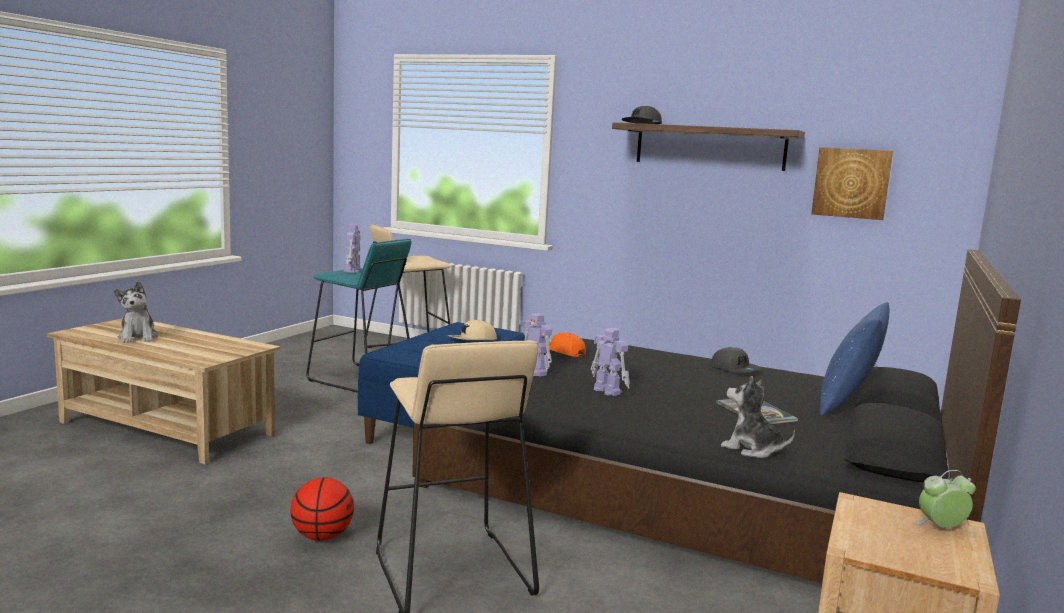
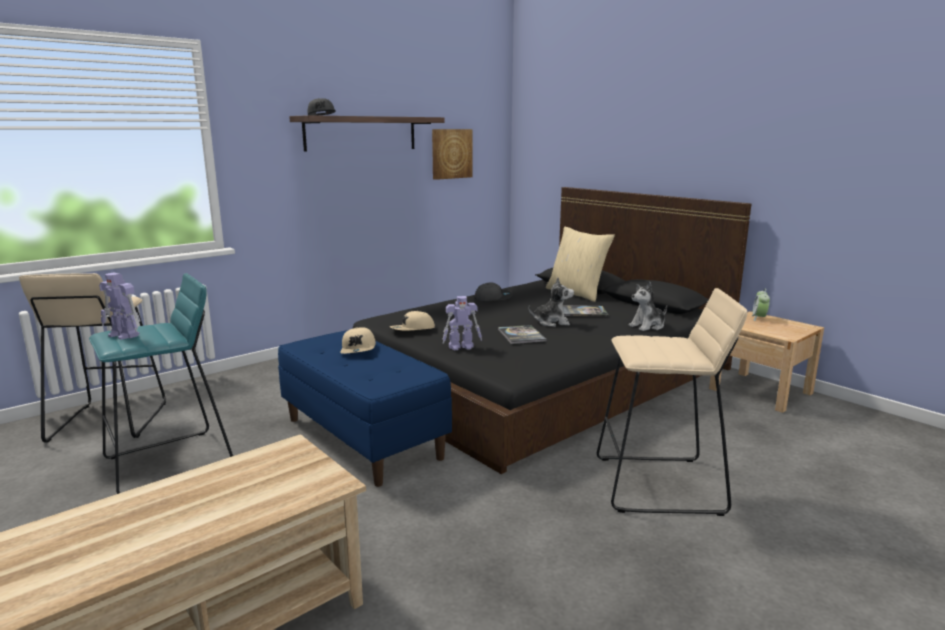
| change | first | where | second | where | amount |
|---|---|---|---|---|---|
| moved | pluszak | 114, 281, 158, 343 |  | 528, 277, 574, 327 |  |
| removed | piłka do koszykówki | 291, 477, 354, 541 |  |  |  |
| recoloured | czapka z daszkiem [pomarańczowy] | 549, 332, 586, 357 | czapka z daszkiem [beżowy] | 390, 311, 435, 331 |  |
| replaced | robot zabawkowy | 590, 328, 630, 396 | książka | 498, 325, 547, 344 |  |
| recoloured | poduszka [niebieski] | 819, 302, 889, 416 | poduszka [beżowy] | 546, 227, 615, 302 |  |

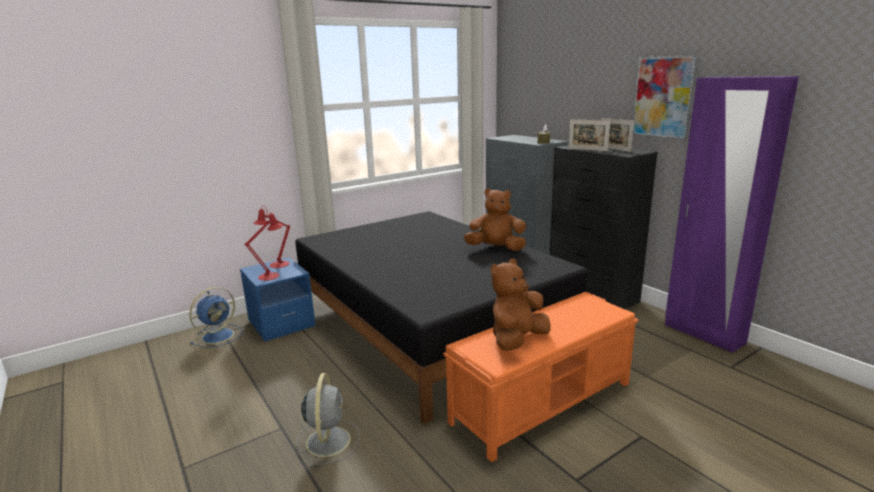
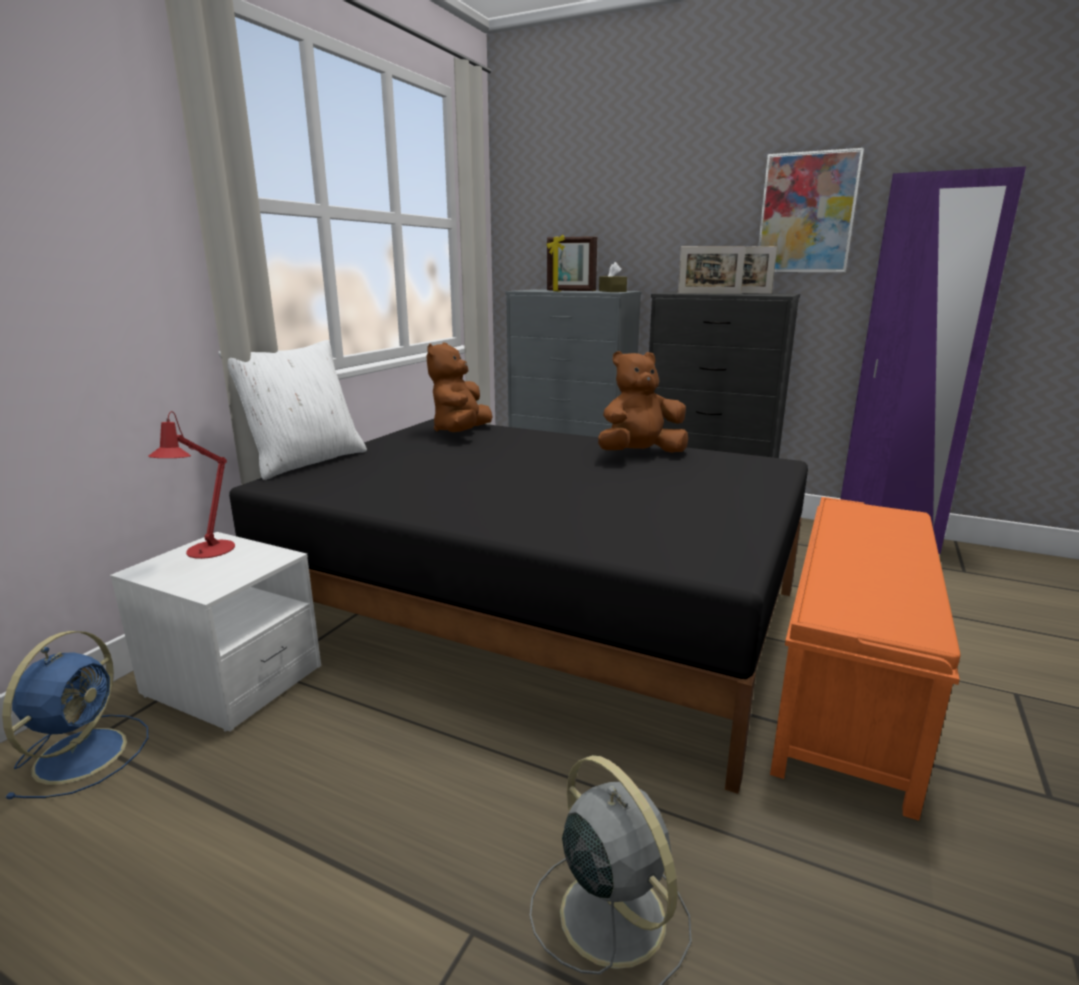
| change | first | where | second | where | amount |
|---|---|---|---|---|---|
| recoloured | szafka nocna [niebieski] | 240, 257, 316, 342 | szafka nocna [biały] | 110, 532, 321, 732 |  |
| removed | lampa stołowa [czerwony] | 245, 211, 283, 281 |  |  |  |
| moved | pluszak [brązowy] | 491, 259, 551, 351 |  | 427, 343, 493, 432 |  |
| added |  |  | poduszka [biały] | 218, 340, 367, 480 |  |
| added |  |  | ramka na zdjęcie | 547, 235, 597, 291 |  |

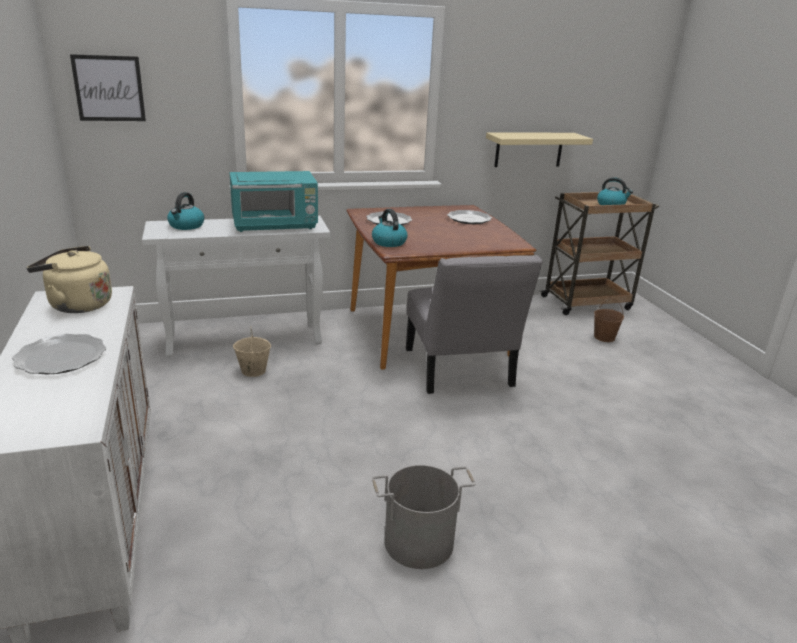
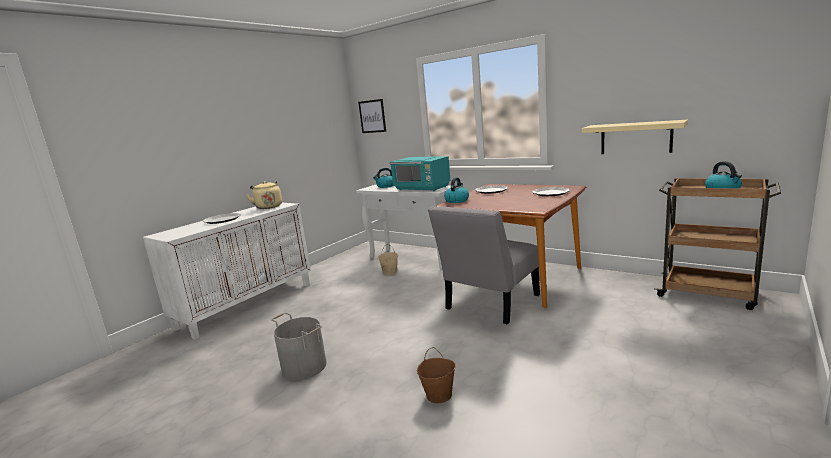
| change | first | where | second | where | amount |
|---|---|---|---|---|---|
| moved | wiadro [brązowy] | 594, 298, 624, 342 |  | 417, 347, 456, 403 |  |

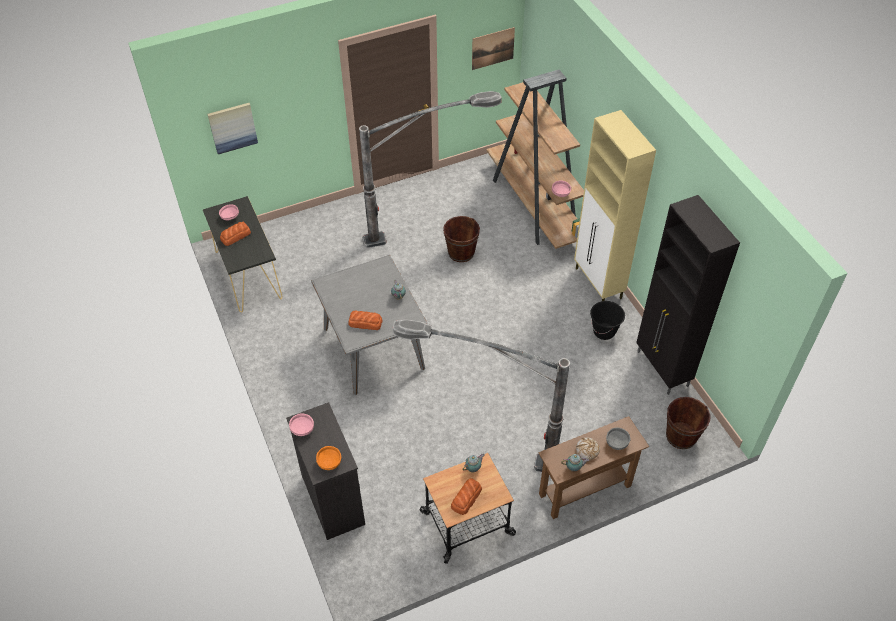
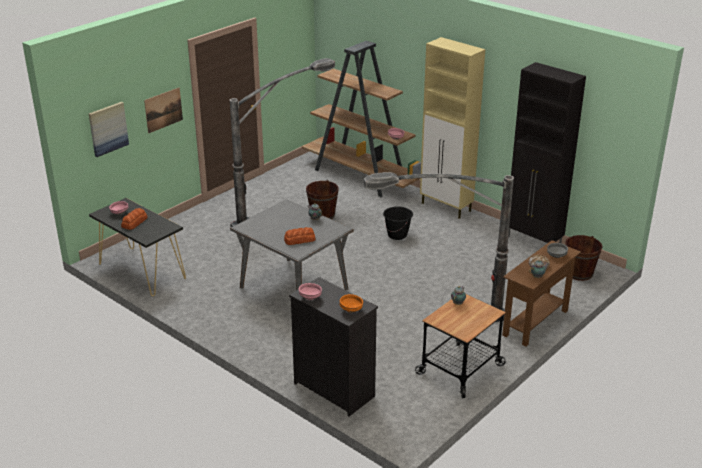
| change | first | where | second | where | amount |
|---|---|---|---|---|---|
| removed | chleb | 451, 478, 482, 515 |  |  |  |
| moved | obraz | 472, 27, 515, 70 |  | 144, 87, 183, 133 |  |
| moved | wiadro [czarny] | 590, 301, 625, 340 |  | 383, 206, 413, 240 |  |

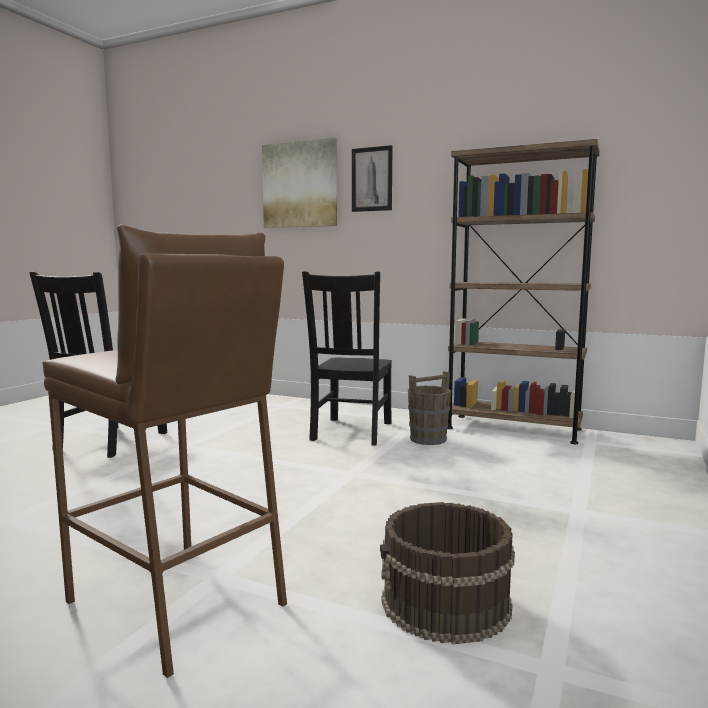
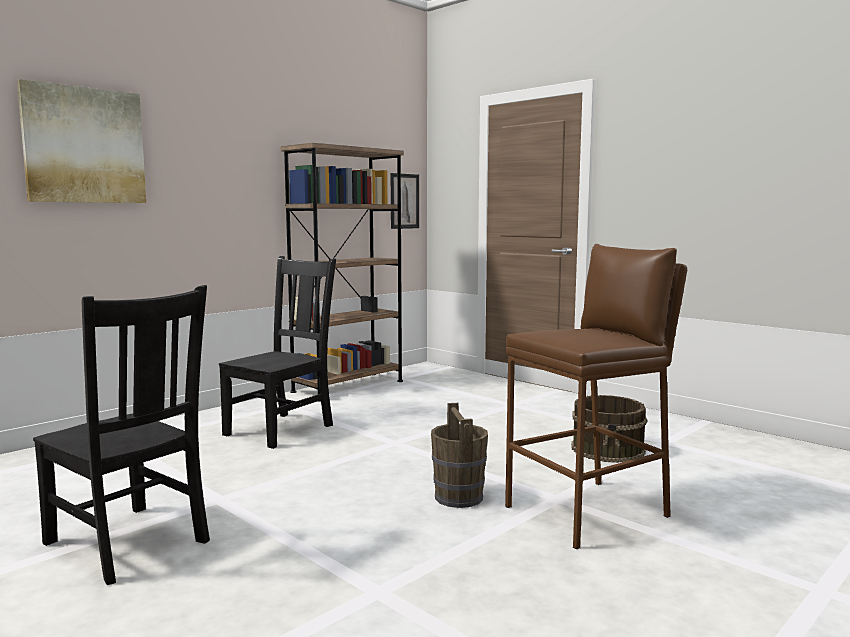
| change | first | where | second | where | amount |
|---|---|---|---|---|---|
| turned | krzesło [czarny] | 302, 271, 392, 446 |  | 219, 256, 336, 449 | 90 degrees counterclockwise |
| moved | obraz | 352, 145, 393, 212 |  | 391, 173, 419, 229 |  |
| moved | wiadro [brązowy] | 408, 371, 451, 445 |  | 431, 403, 488, 508 |  |

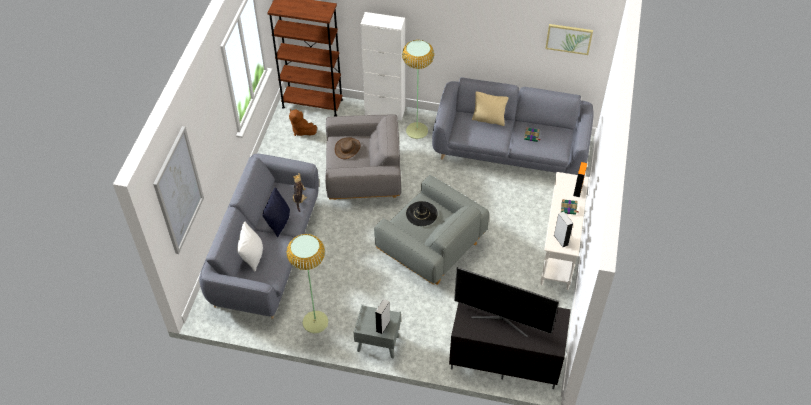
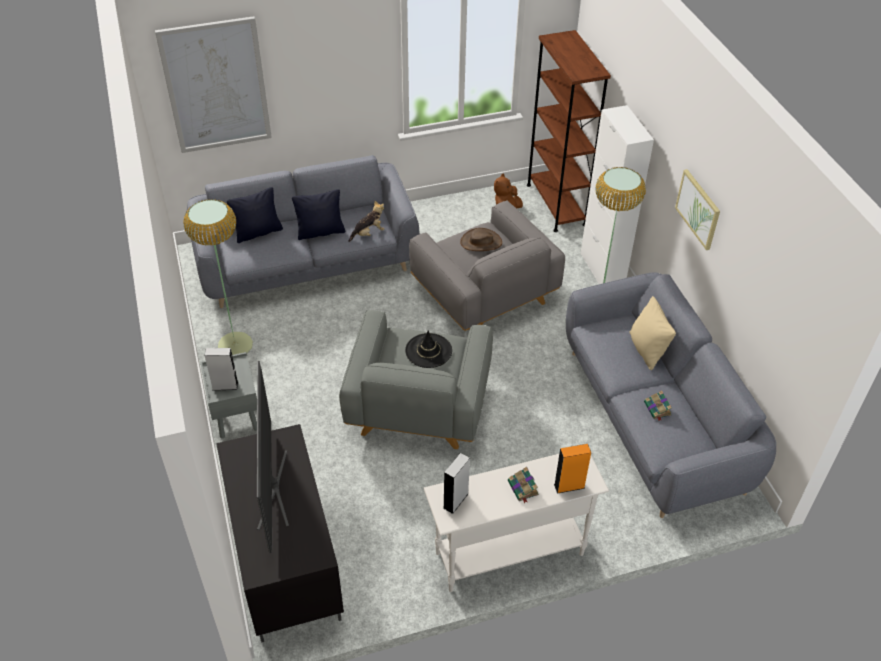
| change | first | where | second | where | amount |
|---|---|---|---|---|---|
| recoloured | poduszka [biały] | 237, 221, 263, 271 | poduszka [czarny] | 227, 187, 283, 243 |  |
| moved | obraz | 545, 24, 593, 55 |  | 675, 169, 720, 250 |  |

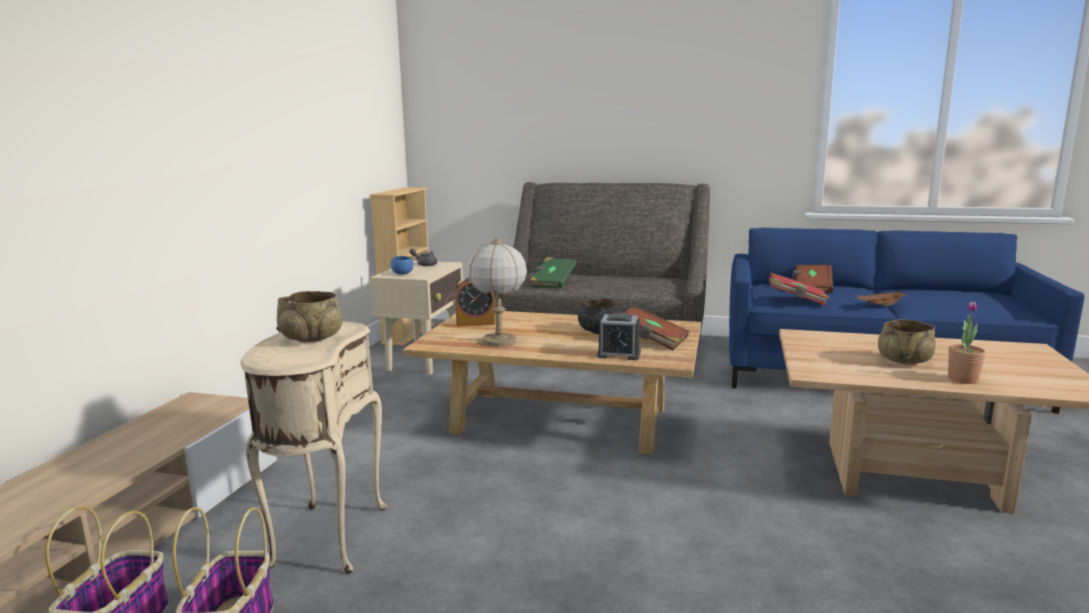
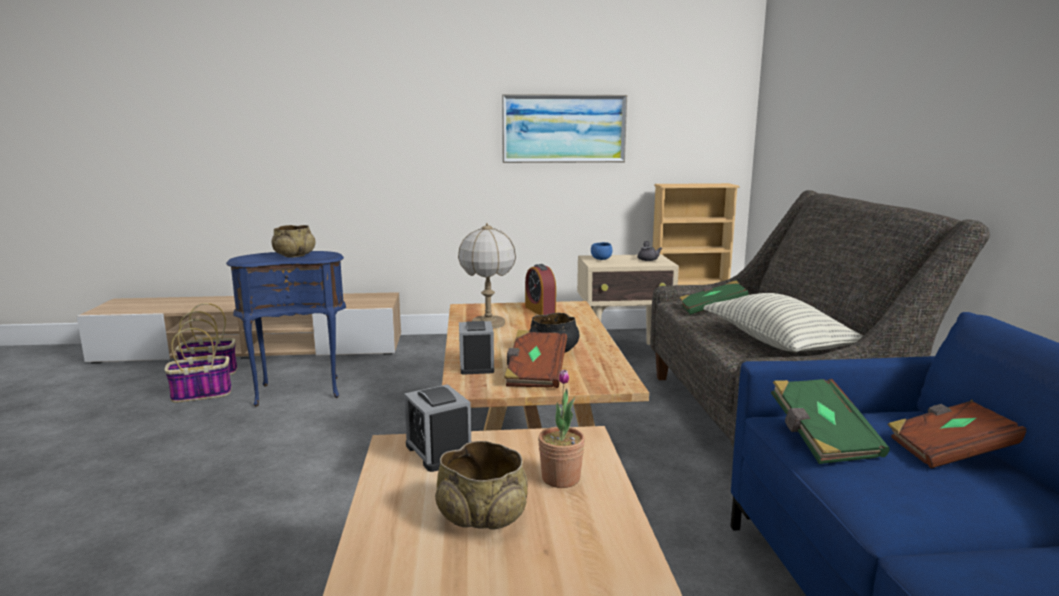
| change | first | where | second | where | amount |
|---|---|---|---|---|---|
| recoloured | stolik [beżowy] | 240, 322, 386, 574 | stolik [niebieski] | 226, 251, 346, 407 |  |
| recoloured | książka [czerwony] | 768, 273, 830, 306 | książka [zielony] | 771, 379, 890, 464 |  |
| removed | taca [brązowy] | 856, 291, 907, 306 |  |  |  |
| moved | roślina doniczkowa | 948, 301, 986, 384 |  | 538, 369, 585, 488 |  |
| added |  |  | budzik | 404, 384, 471, 472 |  |
| added |  |  | obraz | 502, 94, 627, 163 |  |
| added |  |  | poduszka | 703, 293, 863, 352 |  |

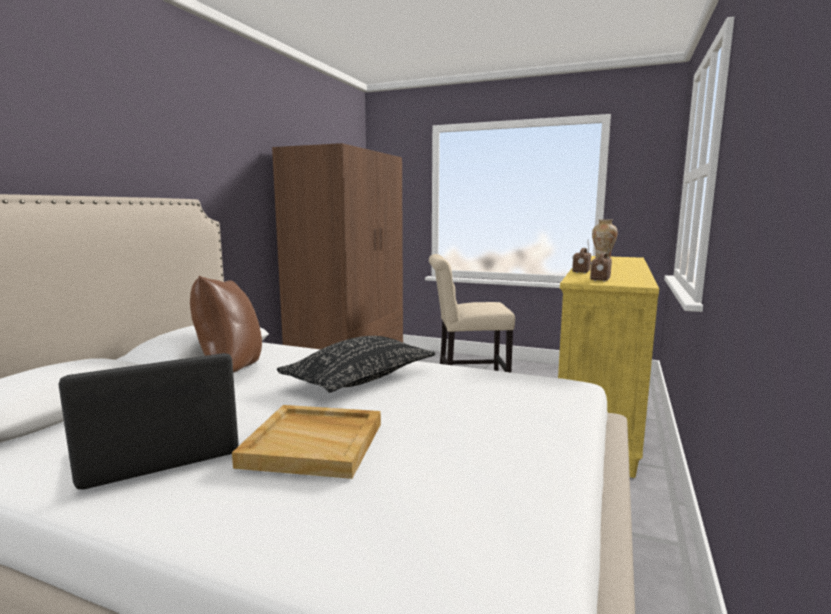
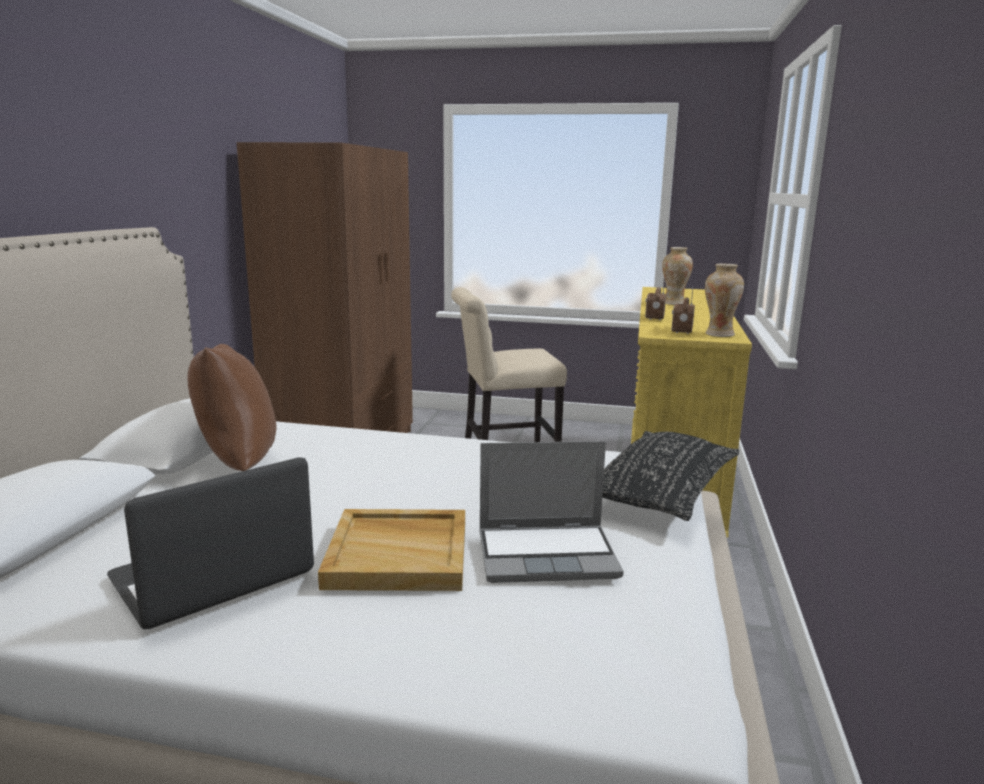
| change | first | where | second | where | amount |
|---|---|---|---|---|---|
| moved | poduszka [czarny] | 277, 336, 435, 392 |  | 602, 431, 739, 521 |  |
| added |  |  | laptop | 479, 441, 624, 583 |  |
| added |  |  | wazon | 705, 264, 744, 337 |  |

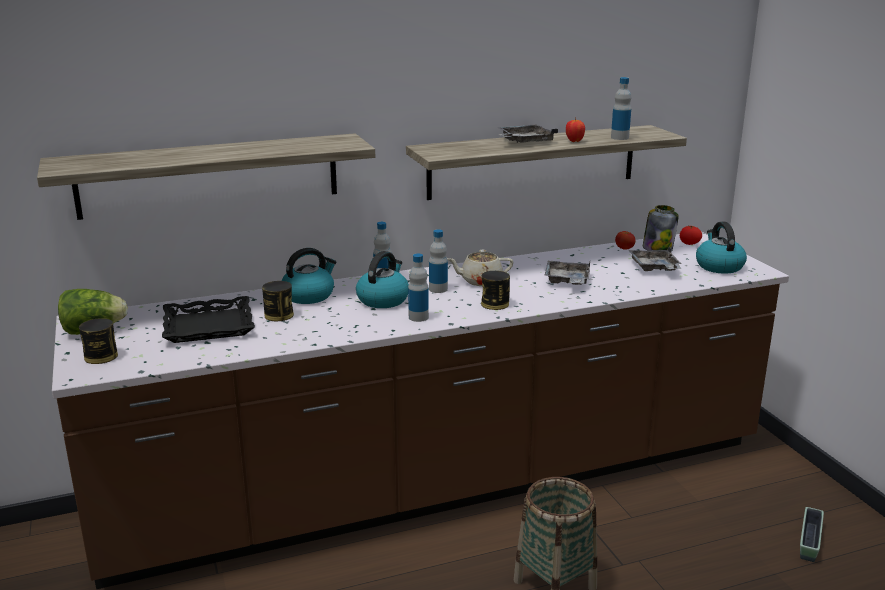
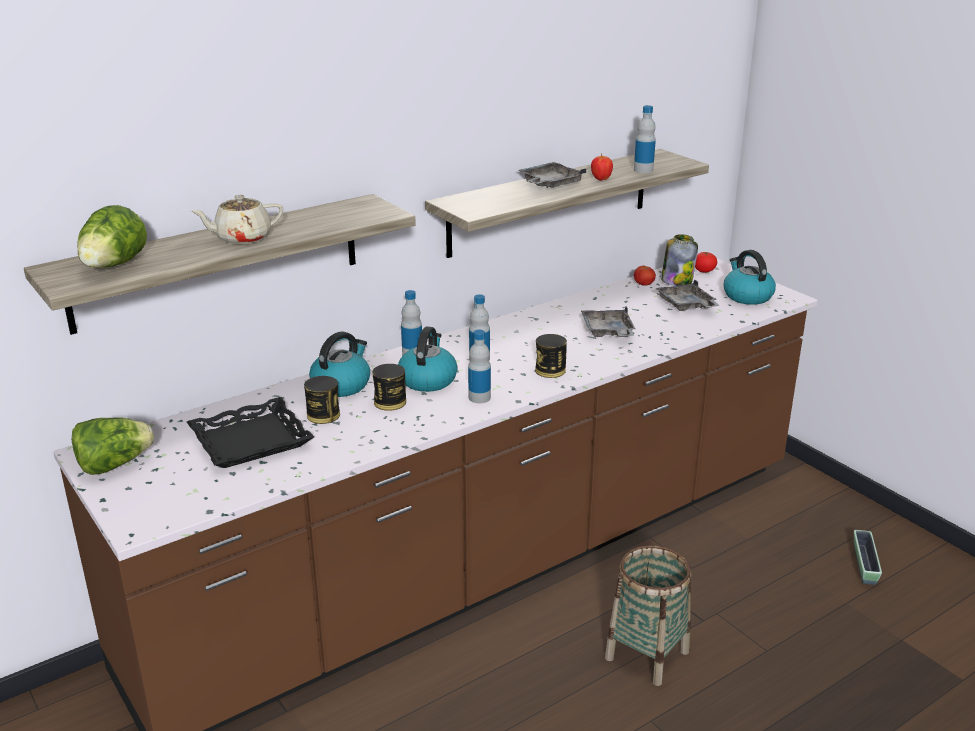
| change | first | where | second | where | amount |
|---|---|---|---|---|---|
| moved | puszka | 79, 318, 118, 364 |  | 372, 364, 406, 411 |  |
| moved | imbryk [beżowy] | 447, 250, 513, 286 |  | 191, 195, 283, 244 |  |
| added |  |  | sałata | 77, 205, 147, 268 |  |

